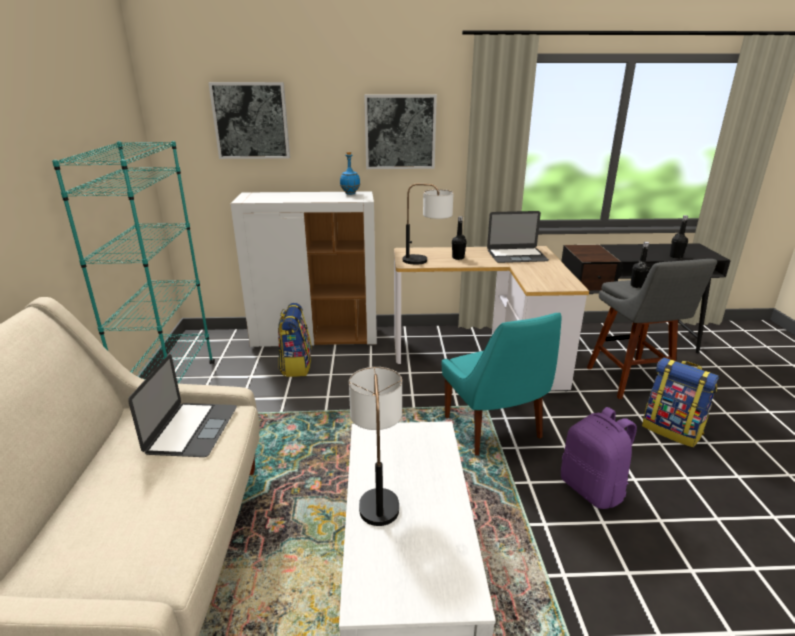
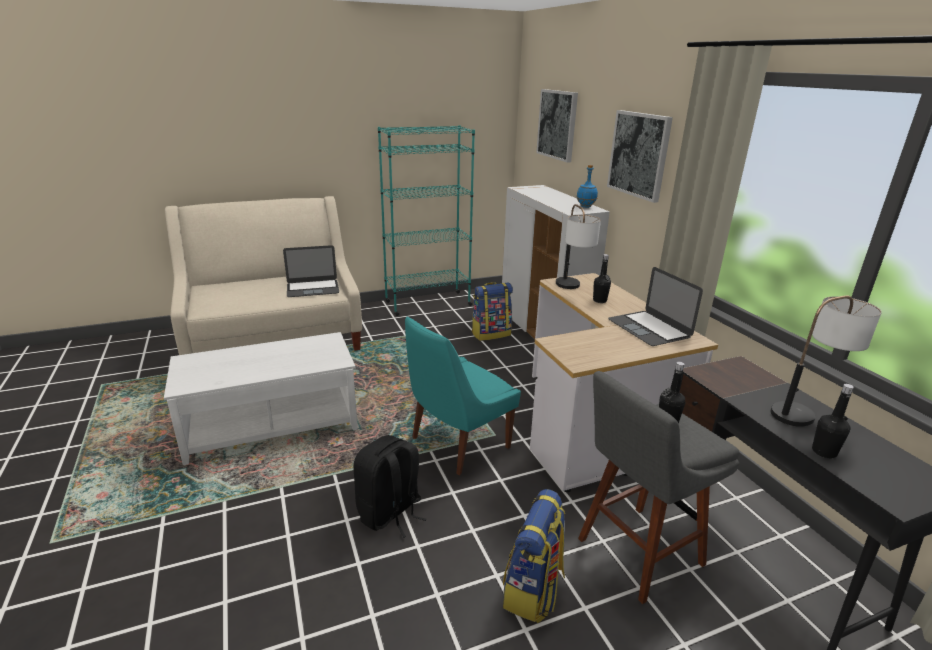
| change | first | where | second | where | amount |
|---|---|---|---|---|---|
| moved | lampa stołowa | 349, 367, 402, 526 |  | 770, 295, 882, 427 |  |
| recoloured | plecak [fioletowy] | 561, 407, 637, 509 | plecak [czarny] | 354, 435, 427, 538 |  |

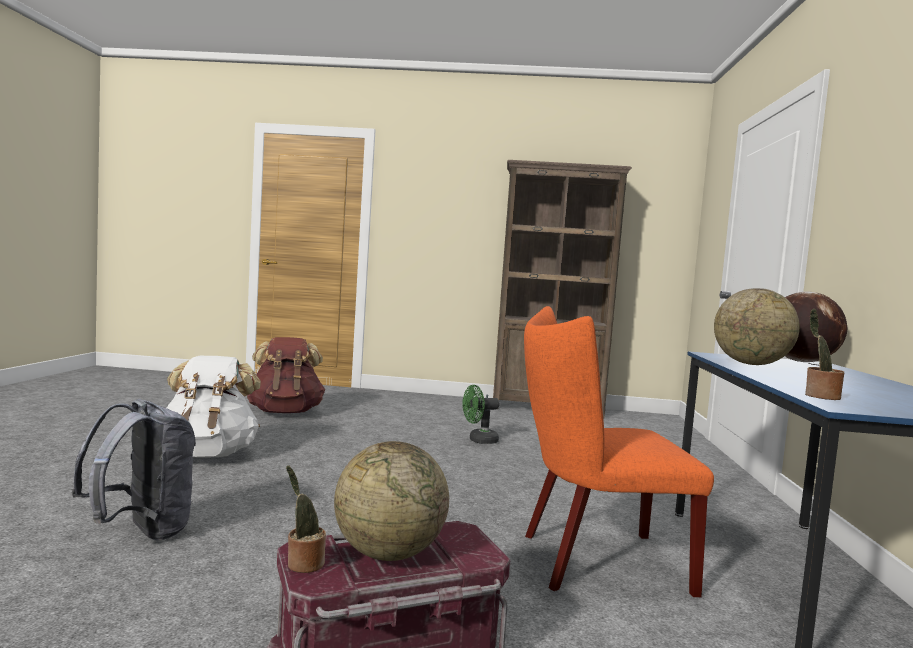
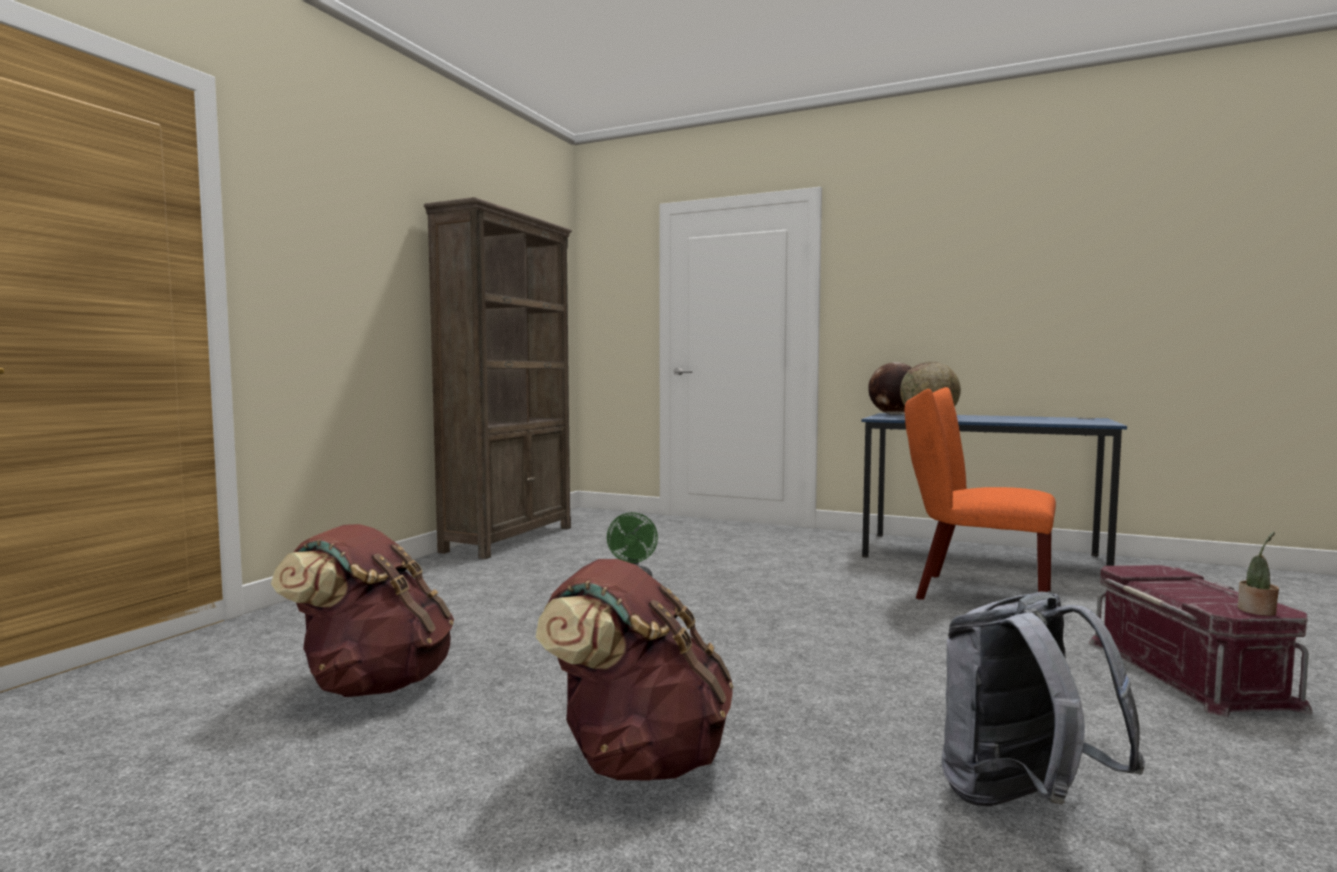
| change | first | where | second | where | amount |
|---|---|---|---|---|---|
| recoloured | plecak [biały] | 167, 356, 261, 458 | plecak [brązowy] | 536, 559, 734, 780 |  |
| removed | globus | 334, 441, 449, 561 |  |  |  |
| turned | krzesło [pomarańczowy] | 524, 306, 714, 597 |  | 905, 387, 1056, 599 | 105 degrees clockwise |
| removed | roślina doniczkowa | 805, 309, 844, 400 |  |  |  |

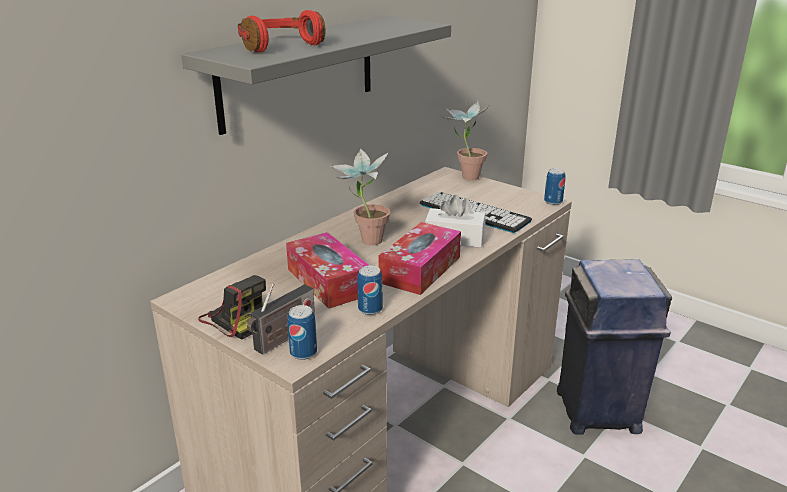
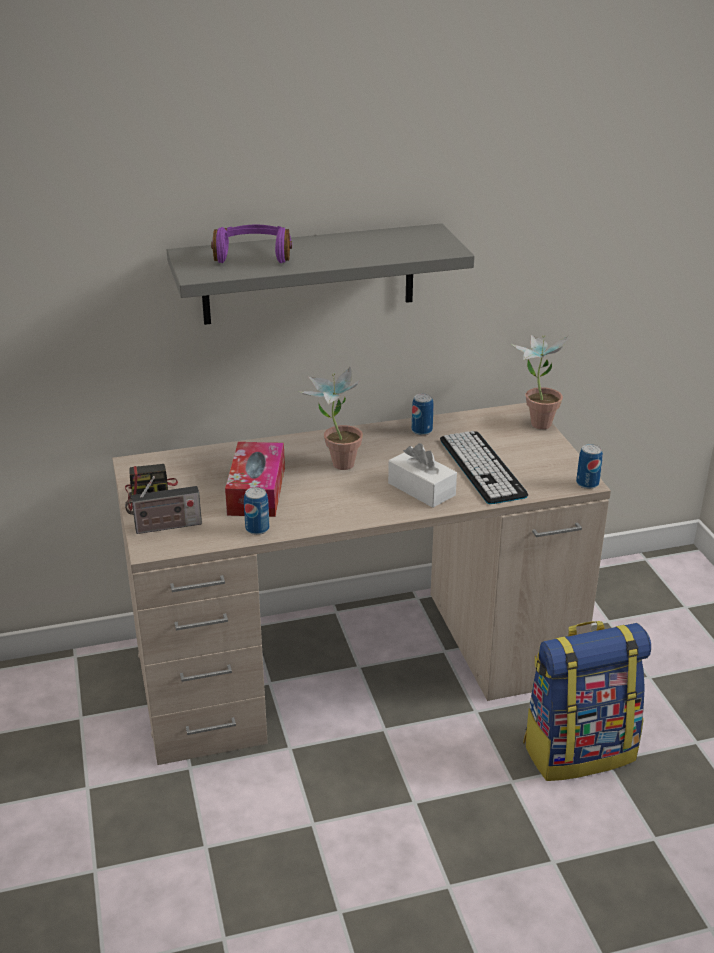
| change | first | where | second | where | amount |
|---|---|---|---|---|---|
| recoloured | słuchawki [czerwony] | 238, 10, 325, 52 | słuchawki [fioletowy] | 211, 225, 292, 263 |  |
| moved | puszka | 287, 305, 317, 360 |  | 412, 393, 434, 435 |  |
| removed | pudełko chusteczek | 378, 222, 461, 295 |  |  |  |
| replaced | kosz na śmieci [niebieski] | 557, 259, 672, 435 | plecak | 523, 621, 651, 781 |  |

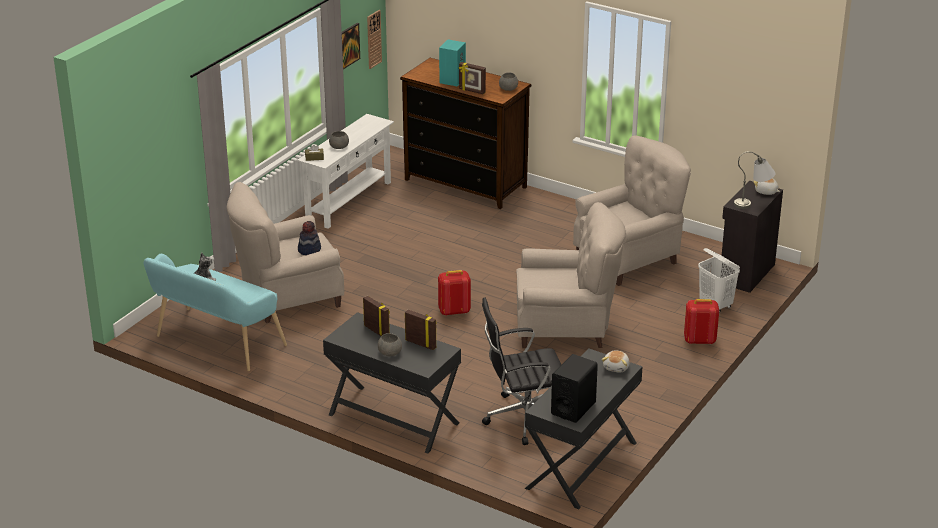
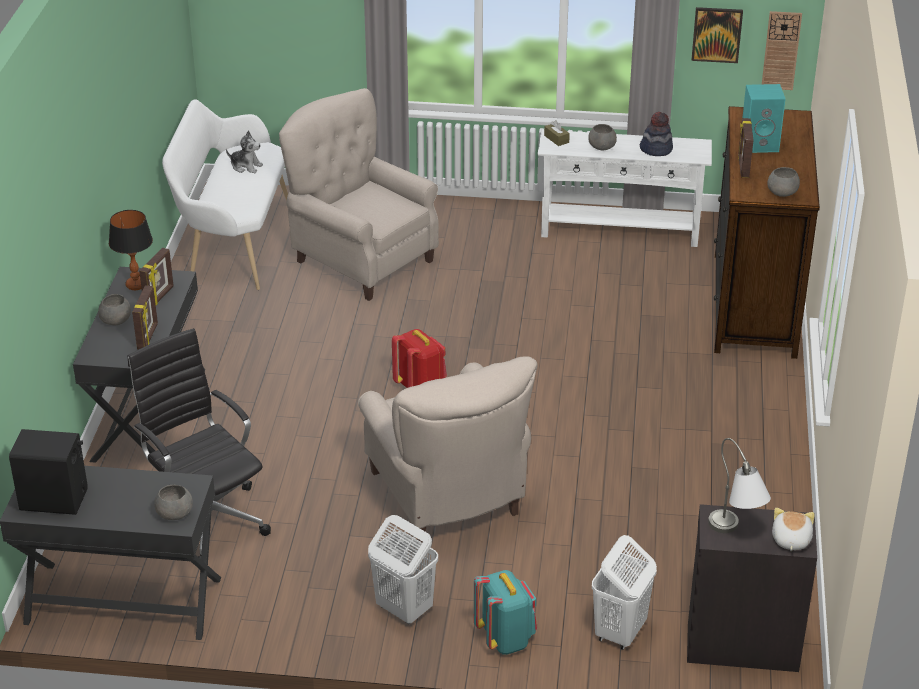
| change | first | where | second | where | amount |
|---|---|---|---|---|---|
| recoloured | ławka [turkusowy] | 144, 254, 287, 371 | ławka [biały] | 162, 100, 288, 290 |  |
| moved | kapelusz | 298, 221, 321, 255 |  | 640, 112, 673, 156 |  |
| removed | fotel [beżowy] | 573, 136, 691, 286 |  |  |  |
| replaced | pluszak | 602, 350, 629, 373 | miska [szary] | 154, 485, 193, 520 |  |
| recoloured | plecak [czerwony] | 684, 299, 719, 344 | plecak [turkusowy] | 474, 570, 537, 655 |  |
| added |  |  | lampa stołowa | 109, 210, 153, 290 |  |
| added |  |  | kosz na pranie [biały] | 368, 515, 438, 624 |  |

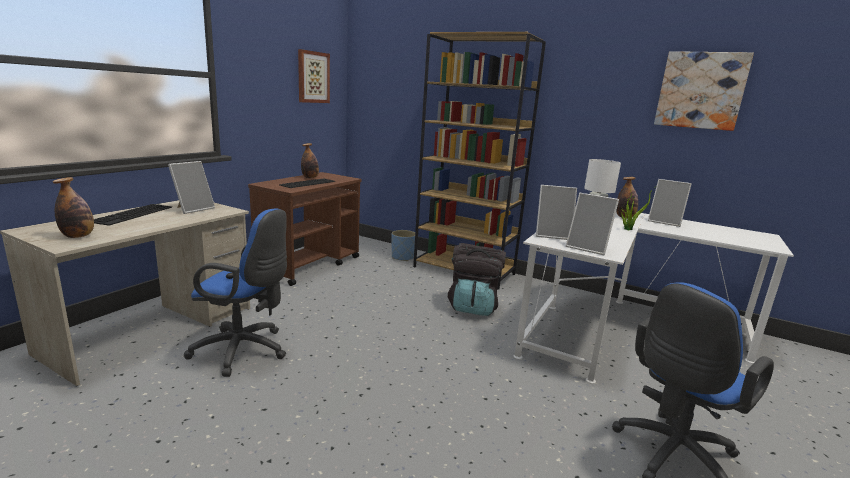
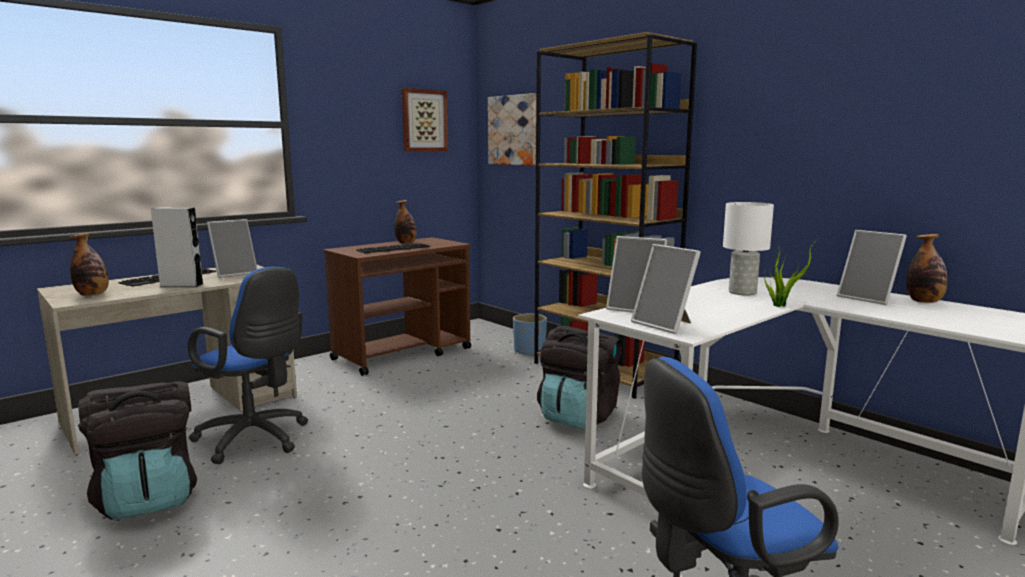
| change | first | where | second | where | amount |
|---|---|---|---|---|---|
| moved | butelka | 616, 177, 638, 218 |  | 907, 234, 948, 303 |  |
| moved | obraz | 654, 51, 754, 131 |  | 488, 93, 536, 166 |  |
| added |  |  | plecak [czarny] | 78, 381, 197, 520 |  |
| added |  |  | głośnik [szary] | 151, 207, 203, 287 |  |

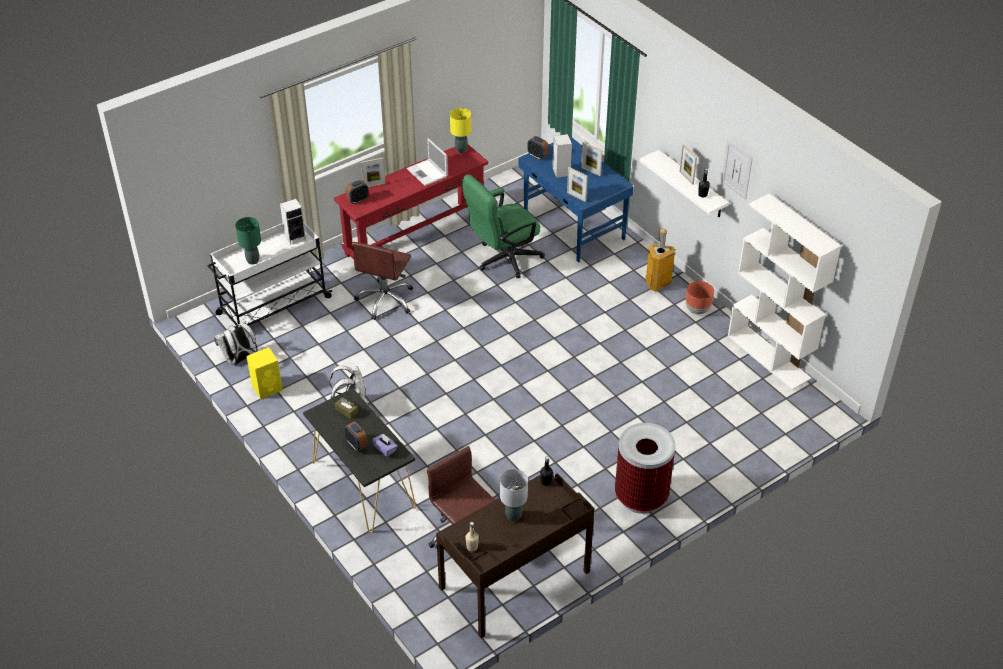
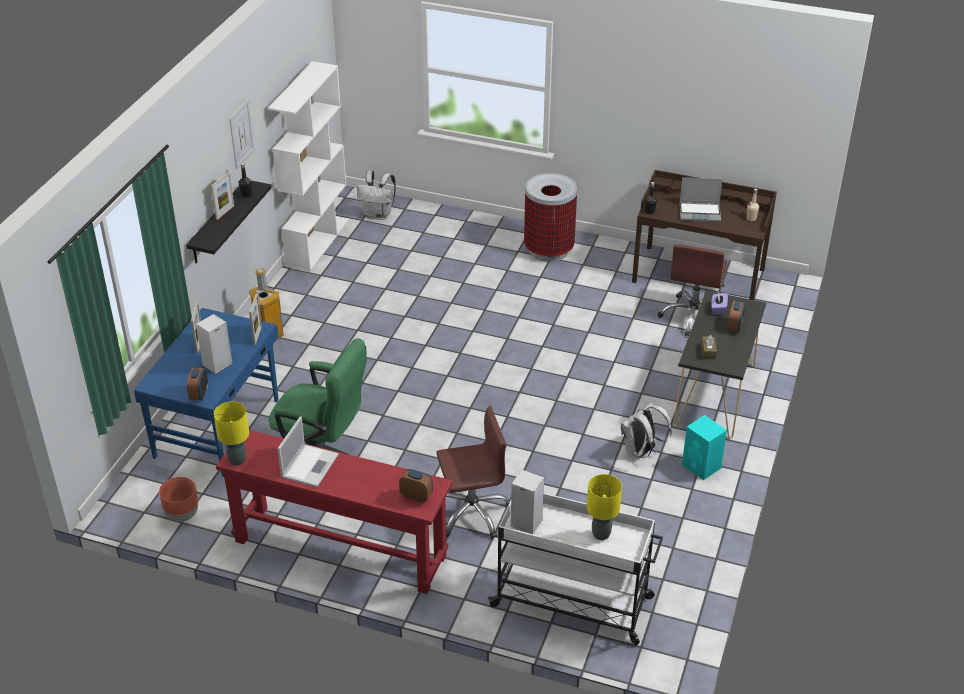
| change | first | where | second | where | amount |
|---|---|---|---|---|---|
| moved | plecak [biały] | 214, 320, 257, 365 |  | 357, 170, 396, 220 |  |
| recoloured | lampa stołowa [zielony] | 235, 217, 261, 265 | lampa stołowa [żółty] | 587, 474, 622, 540 |  |
| removed | głośnik [żółty] | 246, 347, 283, 400 |  |  |  |
| removed | ramka na zdjęcie | 361, 158, 386, 187 |  |  |  |
| replaced | lampa stołowa [szary] | 500, 469, 528, 522 | laptop | 679, 177, 723, 222 |  |
| recoloured | półka [biały] | 640, 150, 729, 217 | półka [czarny] | 186, 181, 271, 263 |  |
| moved | donica [brązowy] | 686, 281, 714, 314 |  | 159, 477, 198, 522 |  |
| added |  |  | głośnik [turkusowy] | 682, 415, 727, 480 |  |

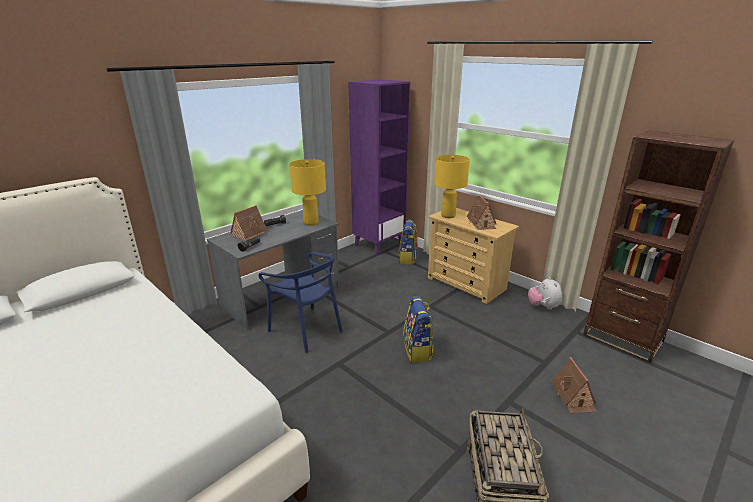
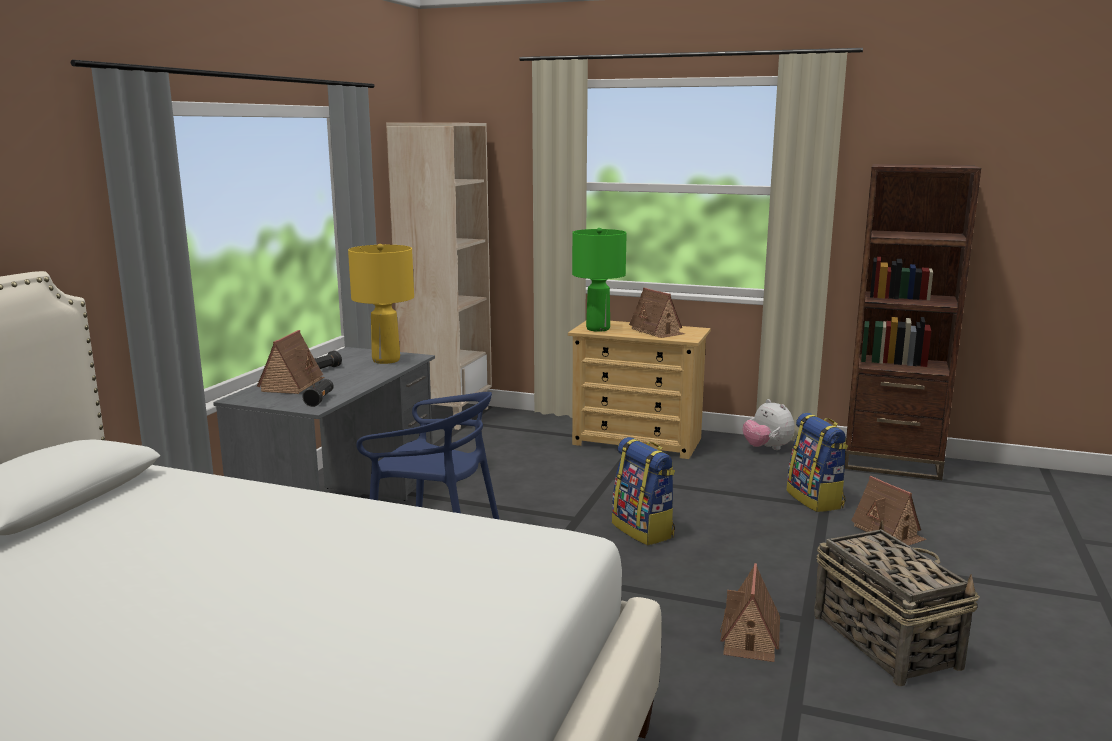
| change | first | where | second | where | amount |
|---|---|---|---|---|---|
| recoloured | regał [fioletowy] | 348, 79, 410, 255 | regał [beżowy] | 386, 123, 492, 430 |  |
| moved | plecak | 398, 219, 418, 264 |  | 787, 413, 848, 512 |  |
| recoloured | lampa stołowa [żółty] | 434, 155, 470, 218 | lampa stołowa [zielony] | 572, 228, 627, 332 |  |
| added |  |  | domek | 720, 563, 780, 662 |  |

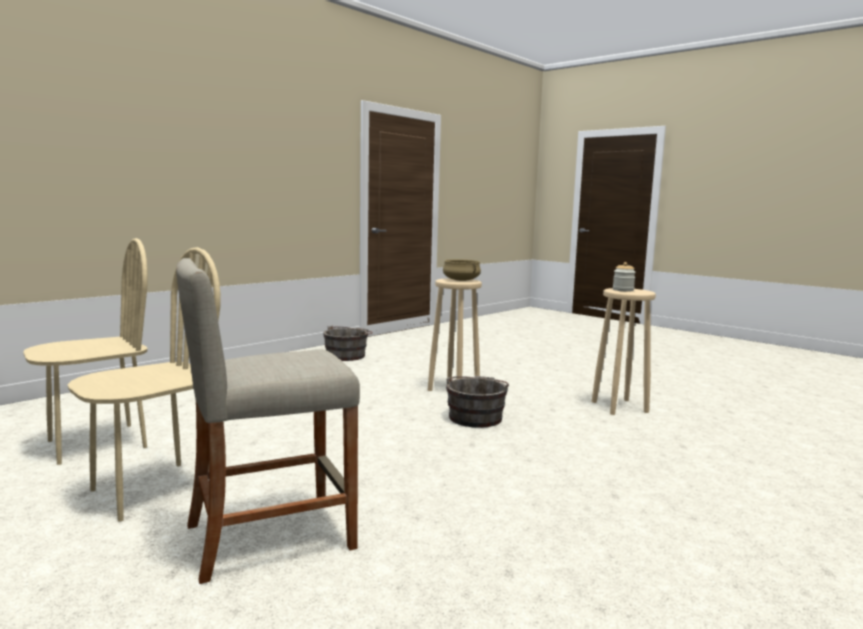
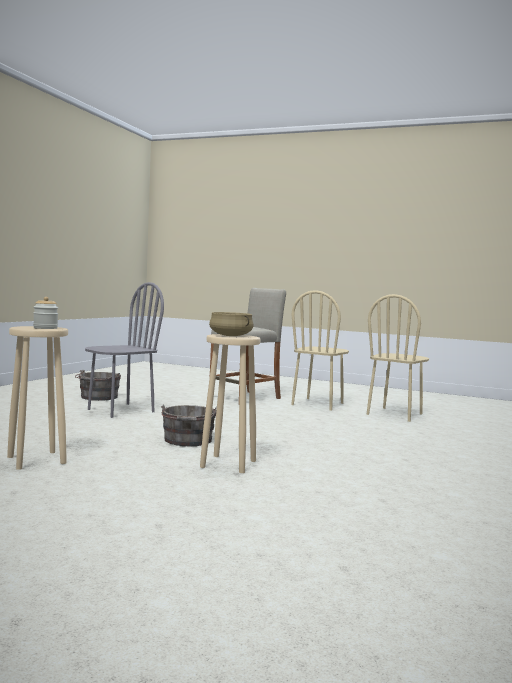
| change | first | where | second | where | amount |
|---|---|---|---|---|---|
| moved | wiadro [szary] | 323, 326, 373, 361 |  | 75, 370, 121, 401 |  |
| added |  |  | krzesło [szary] | 85, 282, 164, 418 |  |

